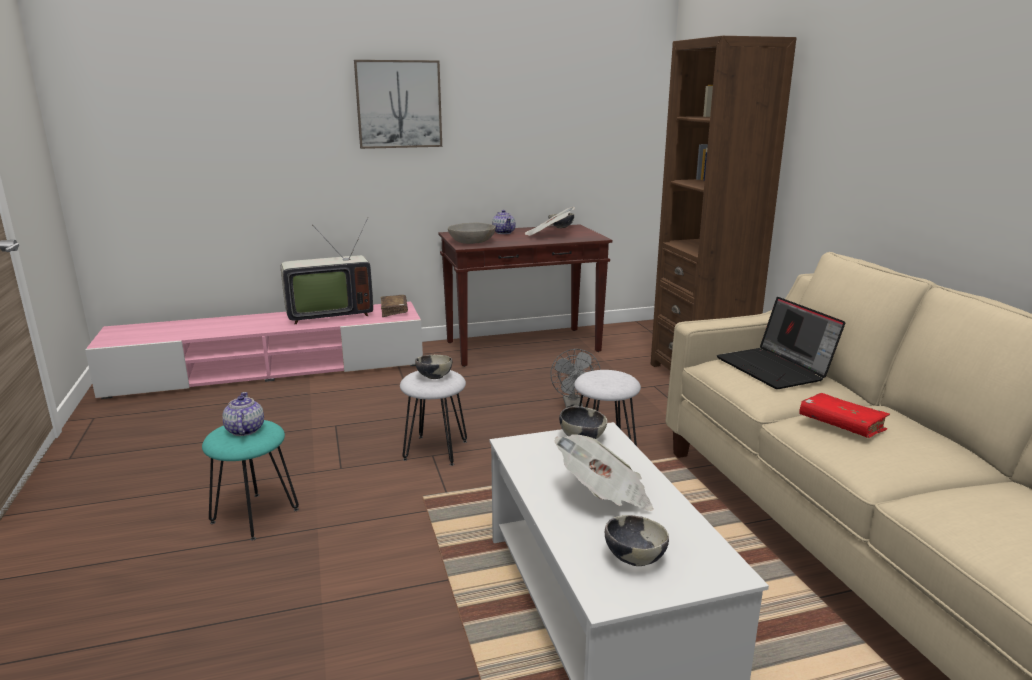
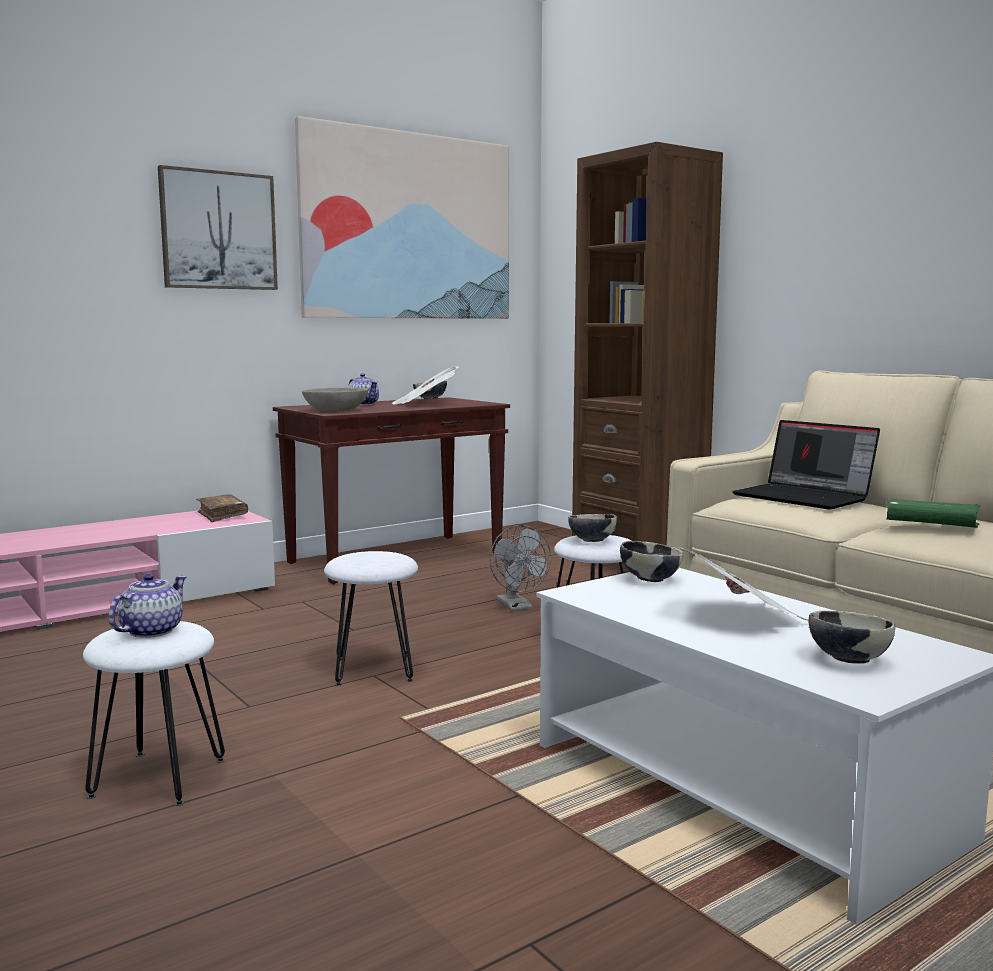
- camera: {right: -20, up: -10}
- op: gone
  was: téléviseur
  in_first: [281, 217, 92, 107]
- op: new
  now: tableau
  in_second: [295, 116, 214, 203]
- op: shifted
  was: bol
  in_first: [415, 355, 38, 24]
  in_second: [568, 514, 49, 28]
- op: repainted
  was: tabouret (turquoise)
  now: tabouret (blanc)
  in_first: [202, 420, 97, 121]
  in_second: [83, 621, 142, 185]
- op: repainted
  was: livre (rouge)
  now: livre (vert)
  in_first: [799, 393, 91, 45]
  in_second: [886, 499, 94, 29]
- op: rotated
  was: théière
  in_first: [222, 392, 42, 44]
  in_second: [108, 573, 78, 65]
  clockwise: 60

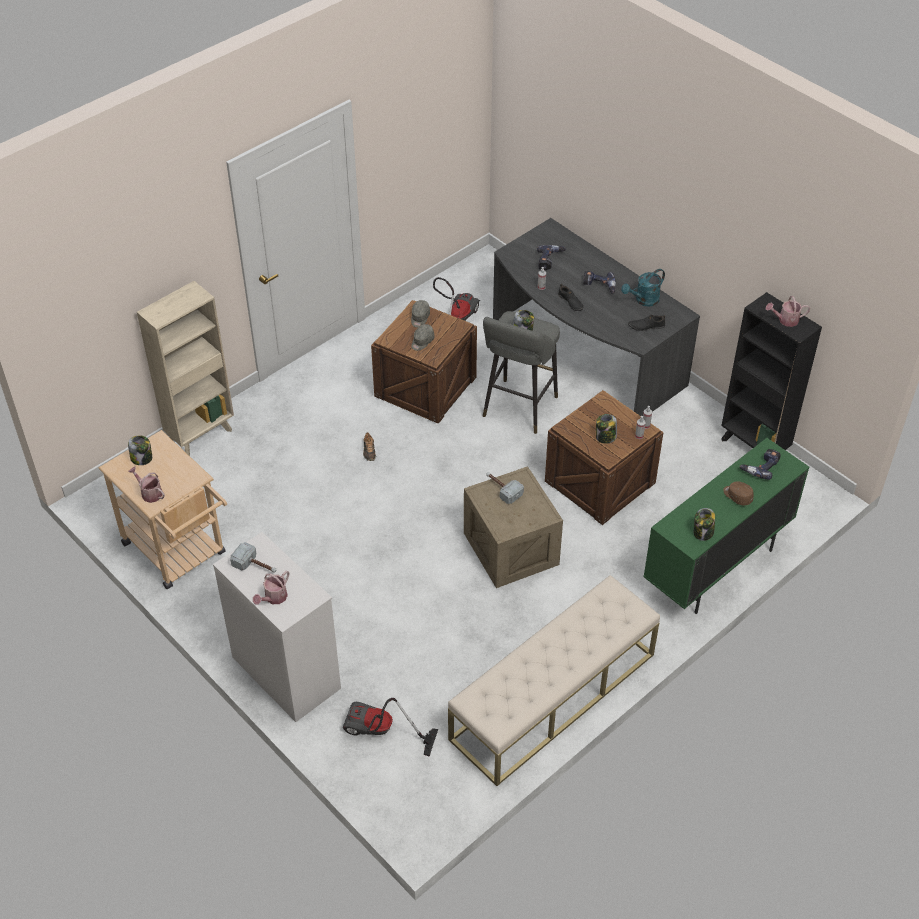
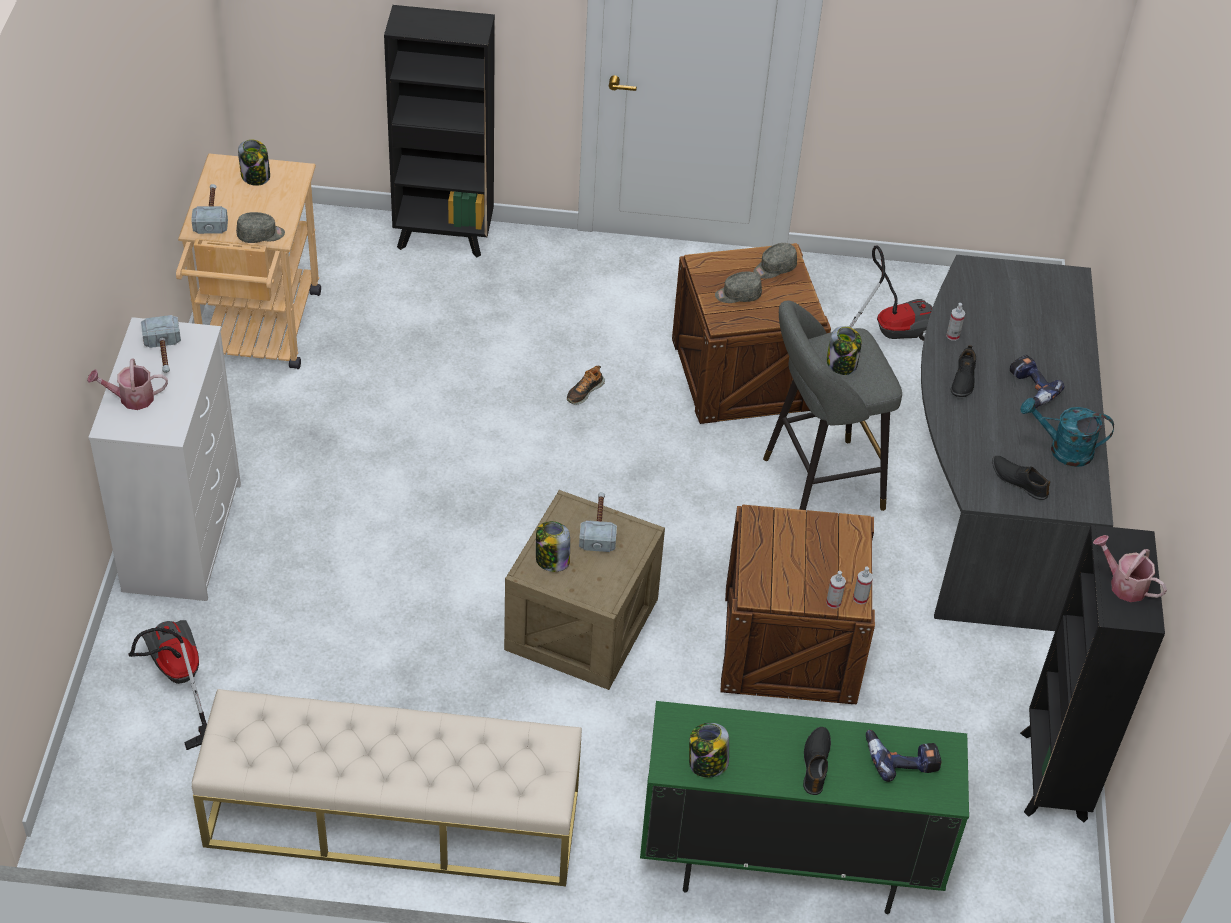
- camera: {right: 45, up: 0}
- op: gone
  was: perceuse
  in_first: [537, 245, 29, 25]
- op: new
  now: casquette (gris)
  in_second: [236, 212, 49, 31]
- op: shifted
  was: bocal
  in_first: [596, 414, 21, 30]
  in_second: [536, 521, 34, 51]
- op: swapped
  was: arrosoir
  now: marteau
  in_first: [128, 467, 37, 36]
  in_second: [191, 184, 37, 50]
- op: swapped
  was: casquette (marron)
  now: chaussure (noir)
  in_first: [723, 482, 31, 24]
  in_second: [803, 727, 28, 68]
- op: repainted
  was: bibliothèque (beige)
  now: bibliothèque (noir)
  in_first: [137, 281, 97, 175]
  in_second: [384, 5, 111, 253]

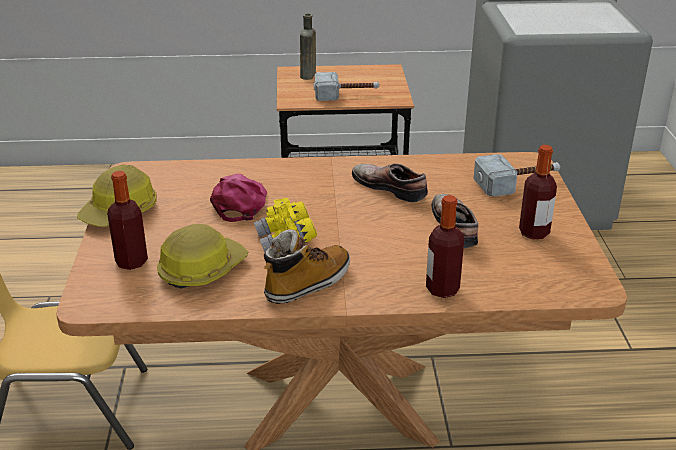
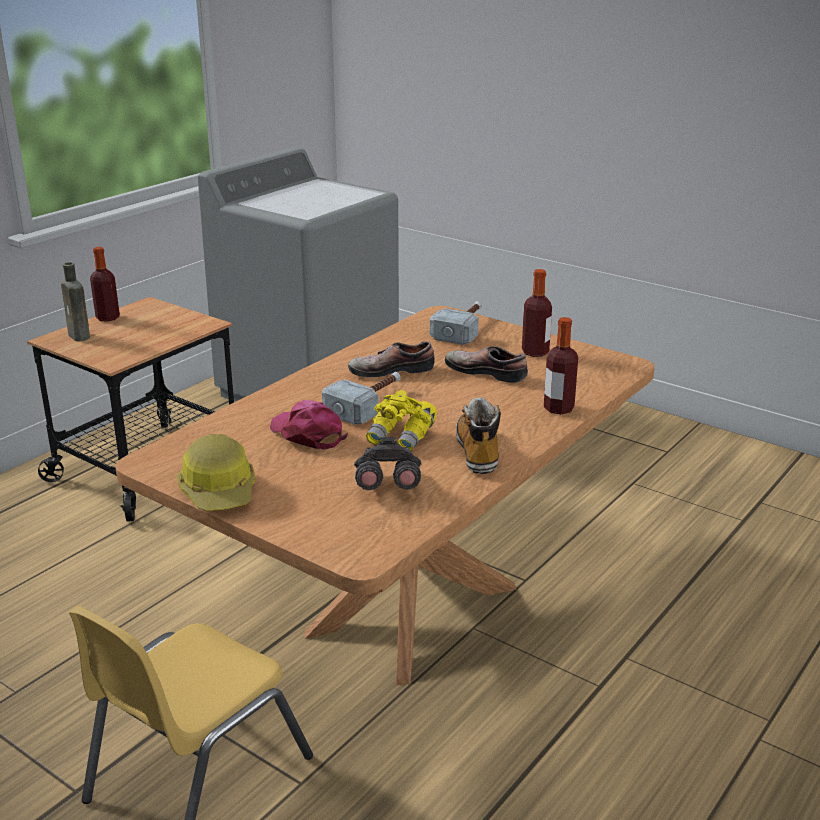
- camera: {right: -50, up: -5}
- op: shifted
  was: bouteille
  in_first: [107, 171, 41, 99]
  in_second: [90, 247, 30, 75]
- op: shifted
  was: marteau
  in_first: [314, 72, 65, 29]
  in_second: [322, 372, 78, 53]
- op: swapped
  was: casque de chantier
  now: jumelles (gris)
  in_first: [157, 224, 91, 65]
  in_second: [354, 437, 67, 53]

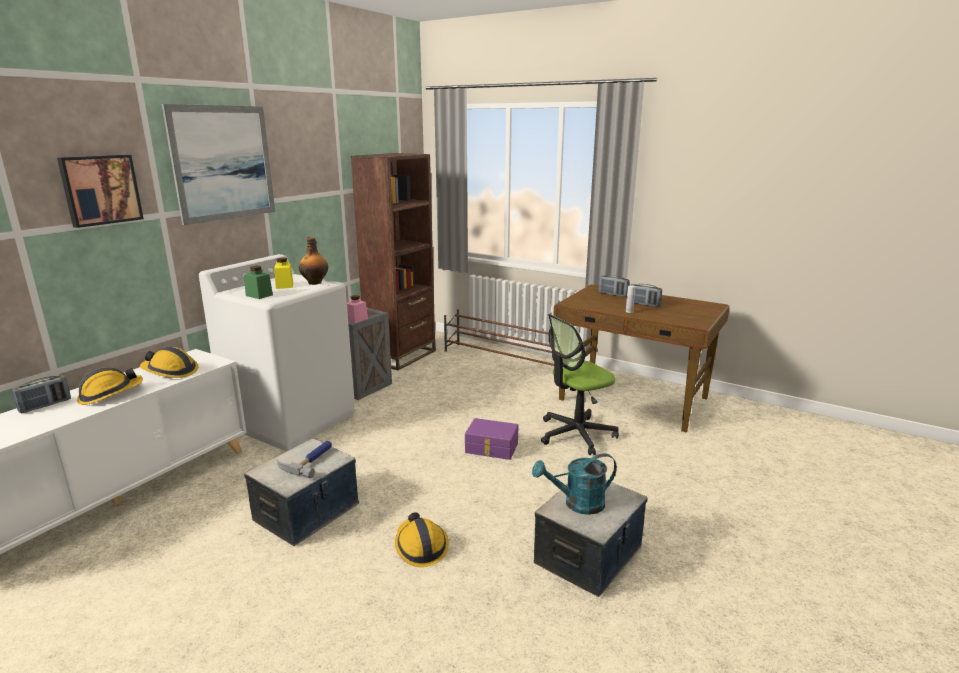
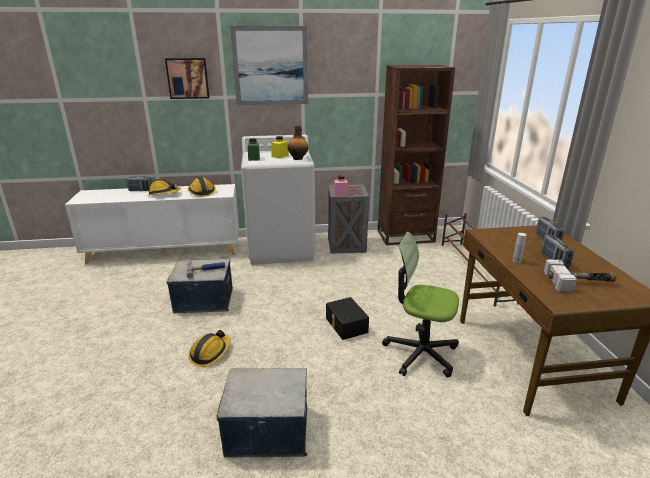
- camera: {right: 50, up: 5}
- op: gone
  was: arrosoir (turquoise)
  in_first: [532, 453, 85, 62]
- op: new
  now: marteau
  in_second: [544, 259, 73, 33]
- op: repainted
  was: boîte de rangement (violet)
  now: boîte de rangement (noir)
  in_first: [465, 418, 53, 42]
  in_second: [326, 297, 43, 43]

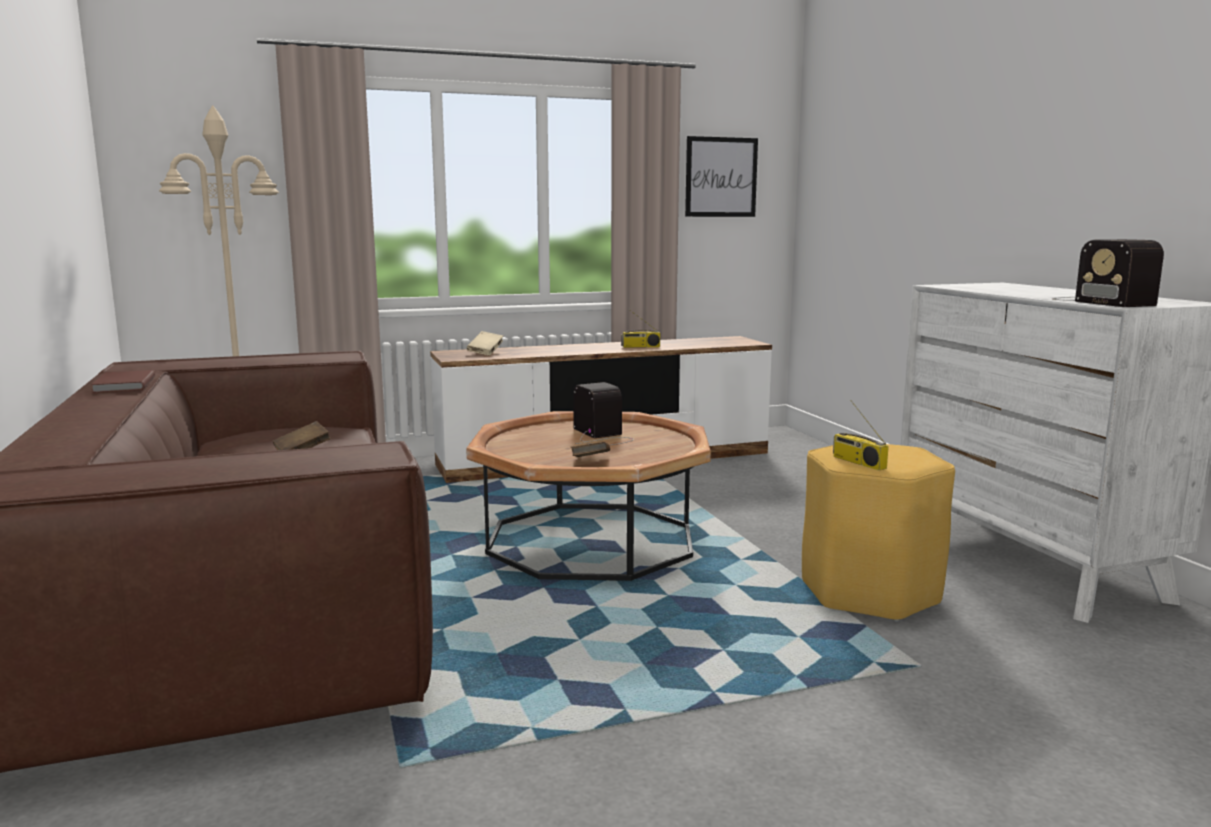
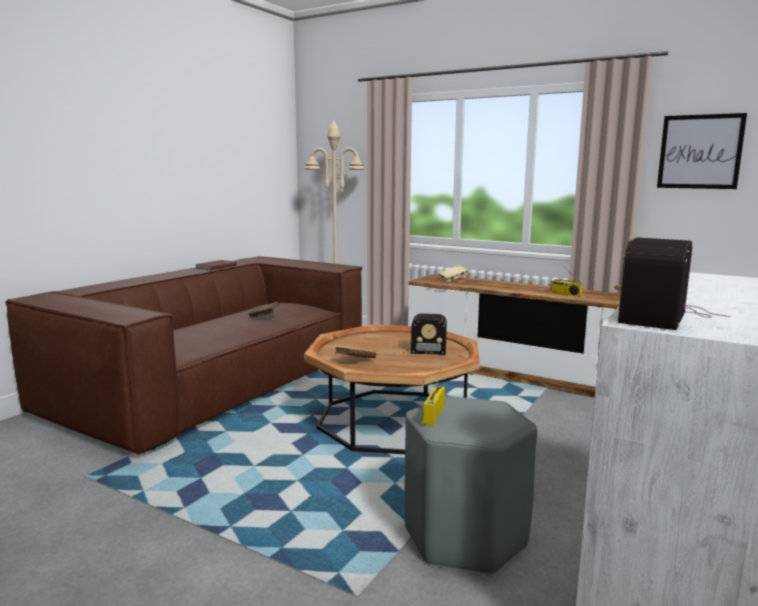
- camera: {right: 50, up: 0}
- op: repainted
  was: tabouret (jaune)
  now: tabouret (gris)
  in_first: [802, 444, 153, 178]
  in_second: [404, 396, 133, 178]
- op: rotated
  was: radio
  in_first: [573, 382, 61, 63]
  in_second: [390, 313, 57, 42]
  clockwise: 75

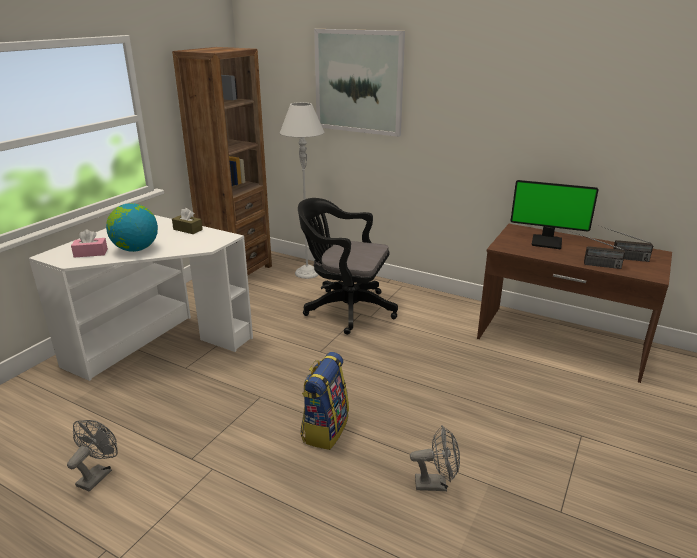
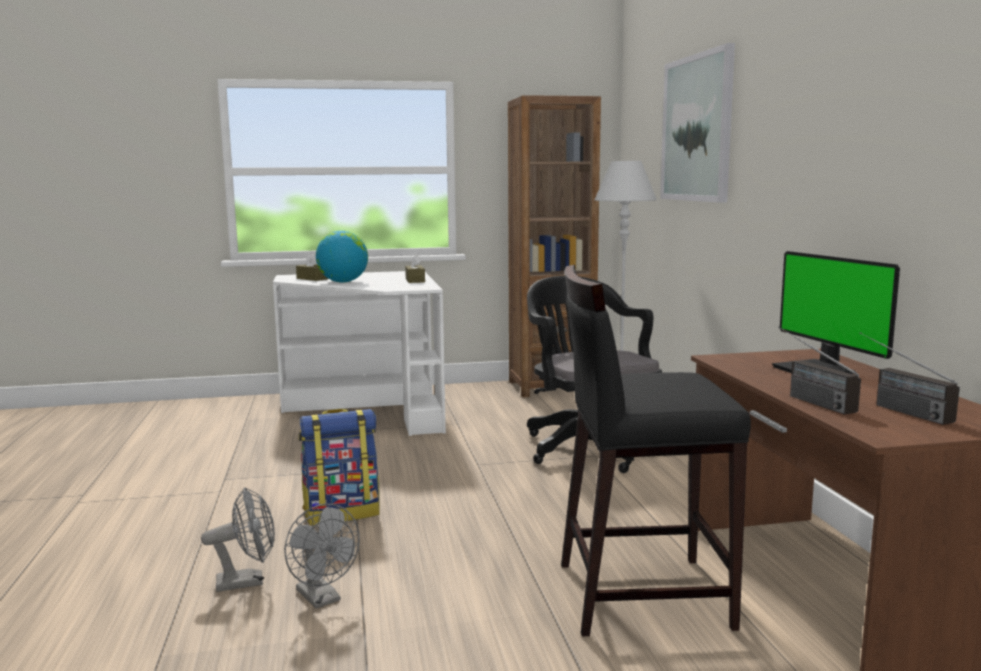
- camera: {right: 50, up: -15}
- op: new
  now: tabouret (noir)
  in_second: [561, 265, 190, 371]
- op: shifted
  was: ventilateur (gris)
  in_first: [67, 420, 51, 71]
  in_second: [201, 487, 74, 105]
- op: repainted
  was: boîte à mouchoirs (rose)
  now: boîte à mouchoirs (marron)
  in_first: [71, 229, 37, 28]
  in_second: [296, 253, 32, 28]

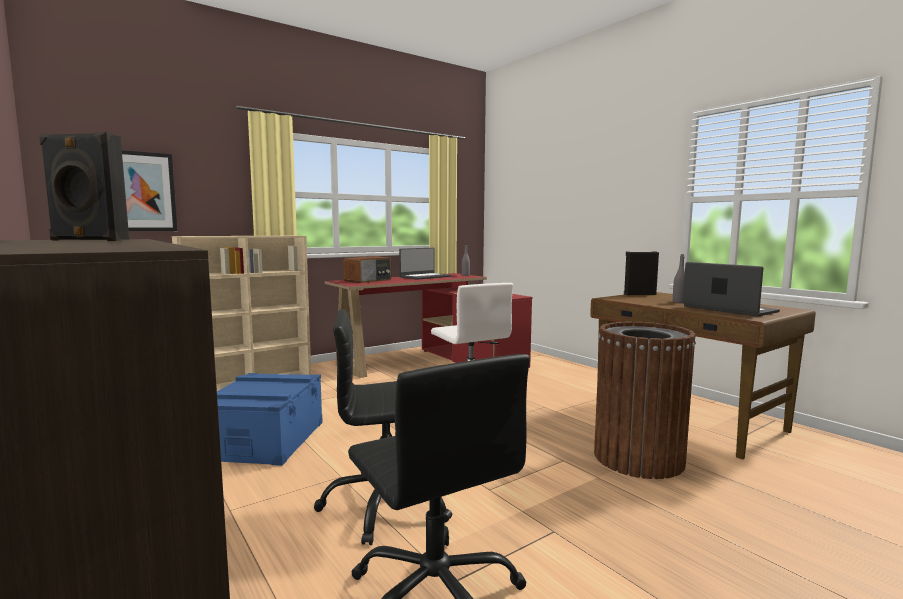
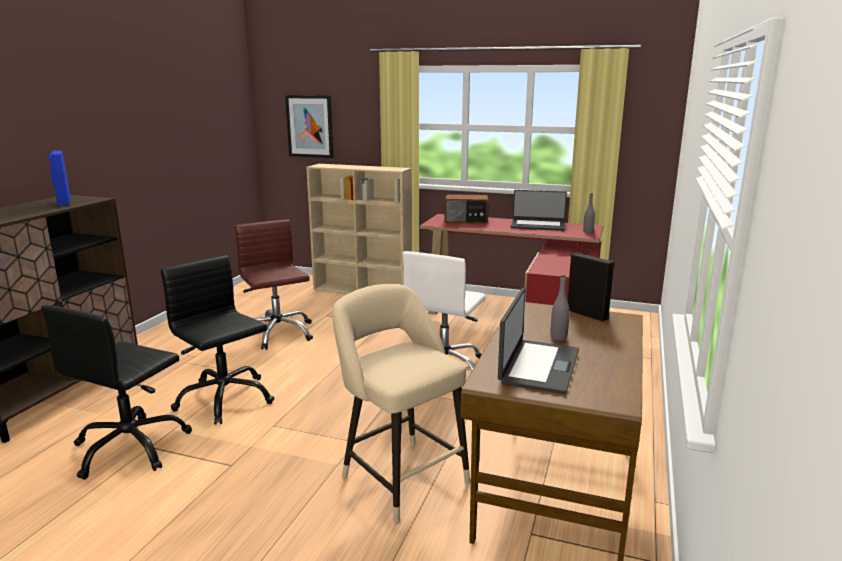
- camera: {right: 55, up: 10}
- op: swapped
  was: boîte de rangement (bleu)
  now: chaise de bureau (marron)
  in_first: [217, 373, 106, 93]
  in_second: [235, 220, 78, 130]
- op: swapped
  was: poubelle (marron)
  now: tabouret (beige)
  in_first: [594, 322, 102, 157]
  in_second: [332, 284, 138, 240]
- op: repainted
  was: enceinte (noir)
  now: enceinte (bleu)
  in_first: [39, 132, 90, 109]
  in_second: [48, 150, 23, 56]

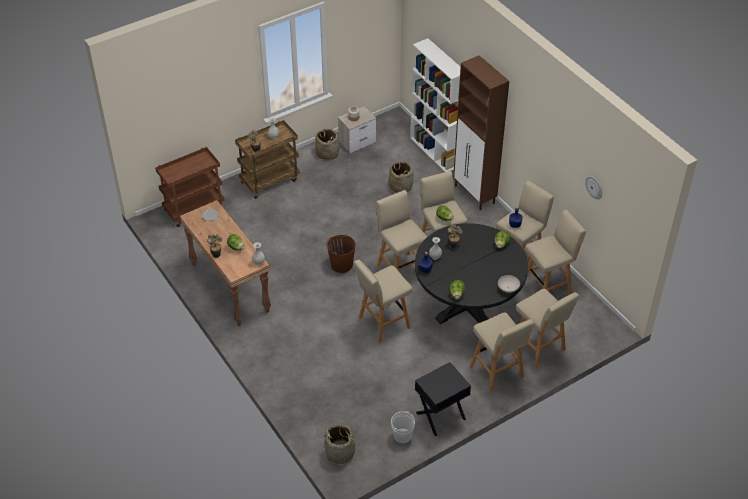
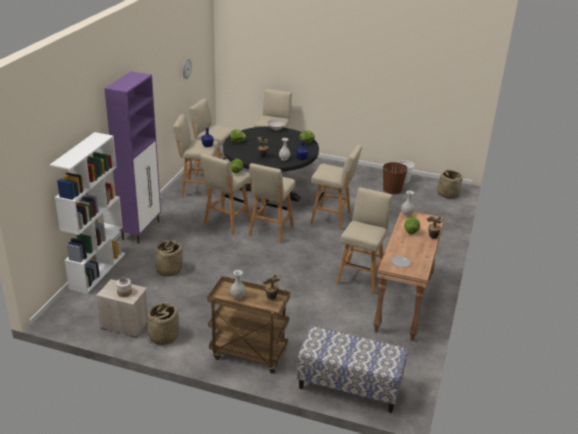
- camera: {right: -130, up: -15}
- op: gone
  was: table de chevet (noir)
  in_first: [415, 362, 56, 74]
- op: shifted
  was: seau (marron)
  in_first: [327, 234, 29, 39]
  in_second: [383, 162, 25, 32]
- op: shifted
  was: tabouret (beige)
  in_first: [470, 312, 64, 81]
  in_second: [336, 187, 57, 107]
- op: swapped
  was: chariot (marron)
  now: banc
  in_first: [155, 147, 70, 80]
  in_second: [297, 326, 111, 87]
- op: repainted
  was: meuble de rangement (marron)
  now: meuble de rangement (violet)
  in_first: [453, 55, 56, 155]
  in_second: [104, 71, 57, 173]

